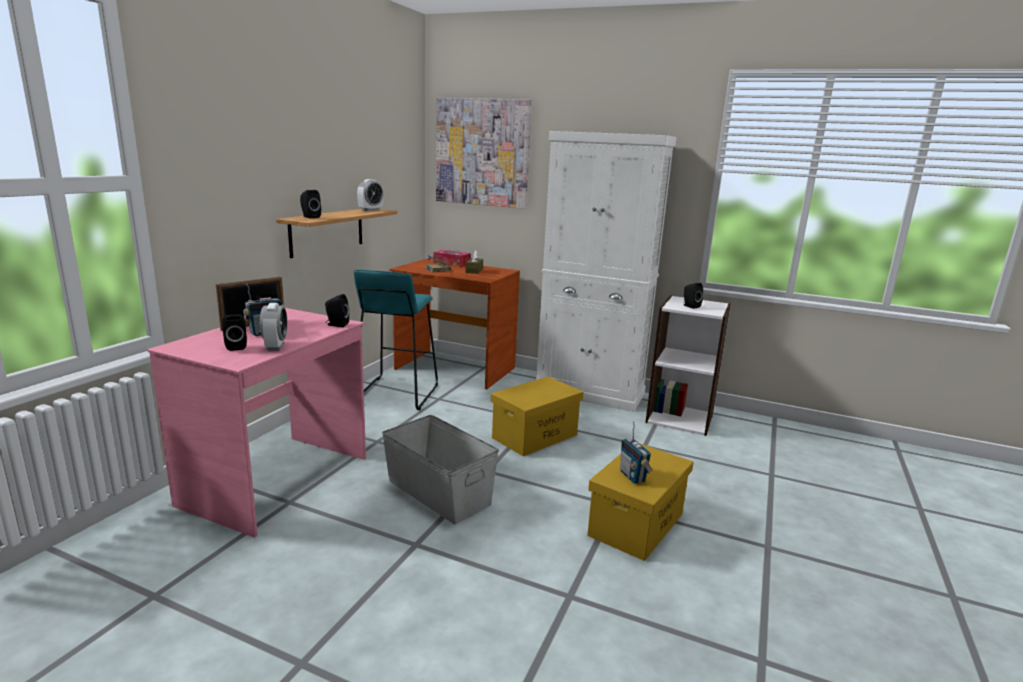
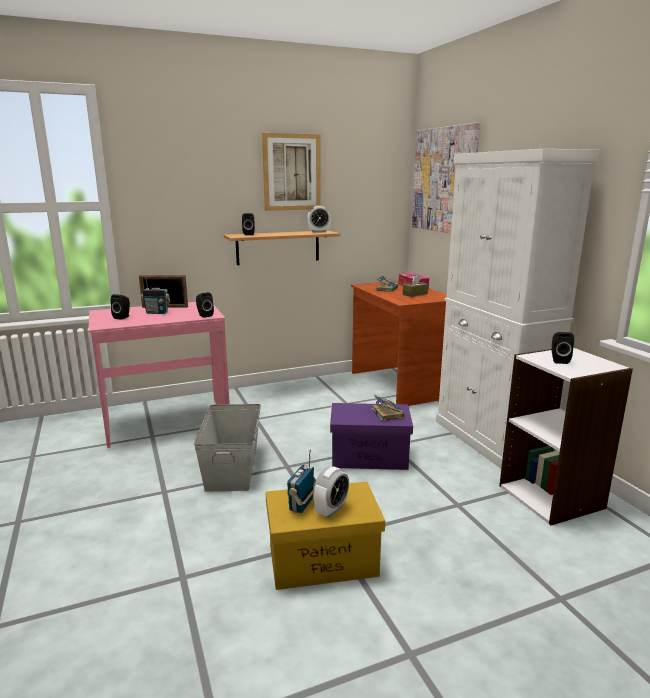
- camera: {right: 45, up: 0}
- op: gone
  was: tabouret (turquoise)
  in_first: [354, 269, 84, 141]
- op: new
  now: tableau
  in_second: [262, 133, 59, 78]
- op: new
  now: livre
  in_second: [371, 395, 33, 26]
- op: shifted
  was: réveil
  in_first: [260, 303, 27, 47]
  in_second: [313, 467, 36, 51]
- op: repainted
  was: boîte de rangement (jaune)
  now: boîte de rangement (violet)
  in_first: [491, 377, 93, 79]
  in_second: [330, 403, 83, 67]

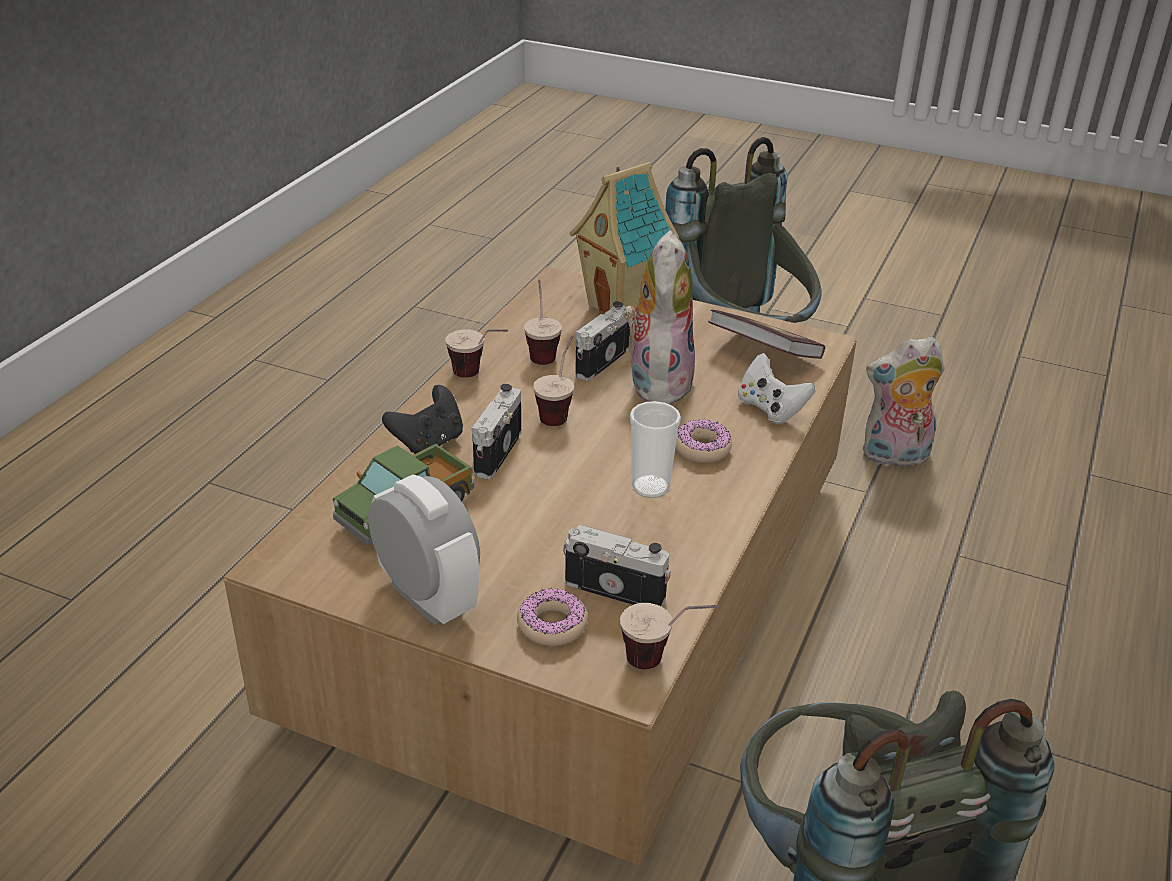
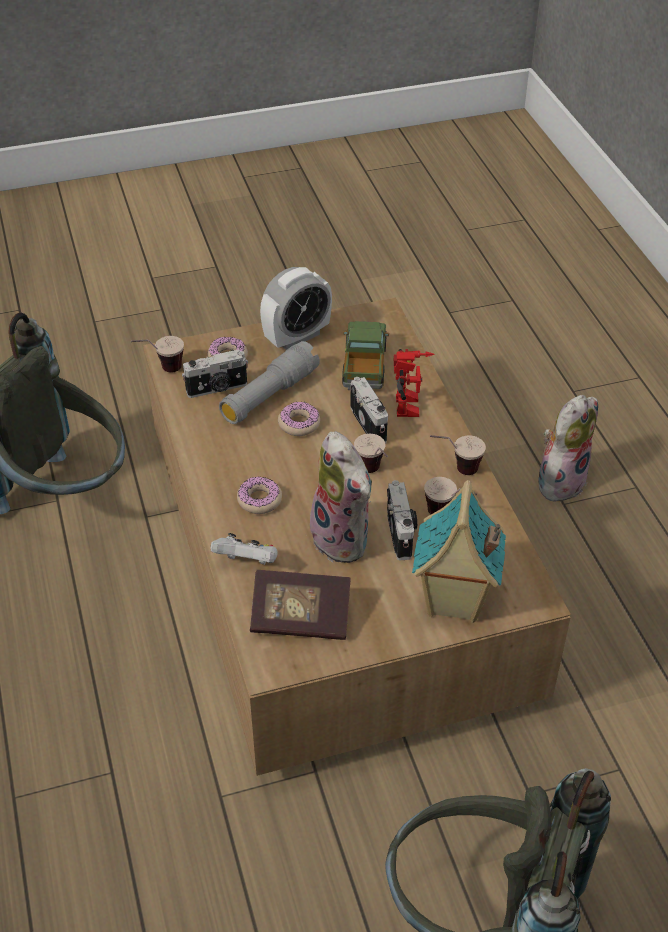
- camera: {right: 140, up: 10}
- op: gone
  was: tasse
  in_first: [630, 401, 51, 97]
- op: new
  now: lampe de poche (gris)
  in_second: [219, 341, 101, 83]
- op: new
  now: beignet
  in_second: [278, 402, 42, 34]
- op: shifted
  was: peluche
  in_first: [863, 337, 82, 129]
  in_second: [538, 395, 60, 108]
- op: swapped
  was: manette (noir)
  now: robot jouet
  in_first: [382, 385, 81, 69]
  in_second: [394, 349, 40, 68]
- op: rotated
  was: réveil
  in_first: [368, 475, 112, 150]
  in_second: [260, 267, 72, 83]
  clockwise: -45

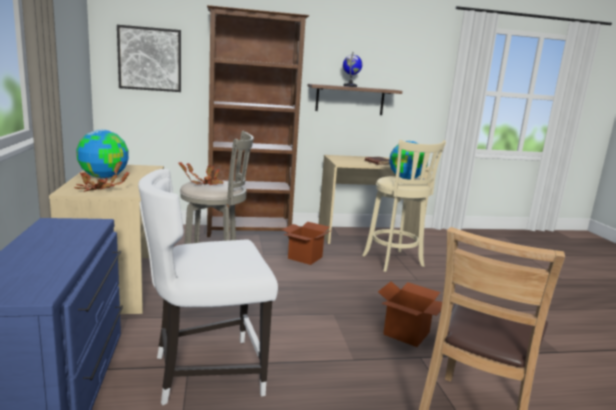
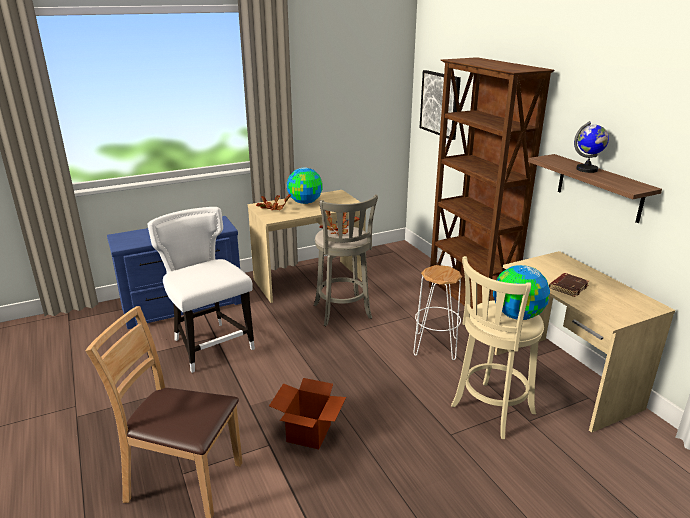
- camera: {right: 75, up: 10}
- op: swapped
  was: carton
  now: tabouret (blanc)
  in_first: [282, 222, 50, 43]
  in_second: [413, 265, 49, 95]

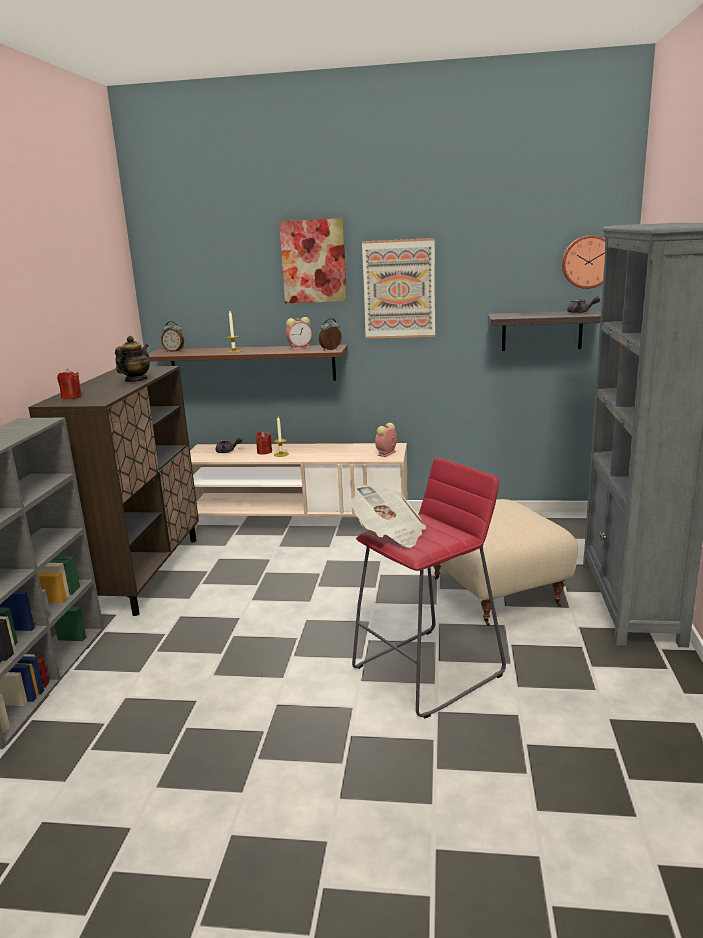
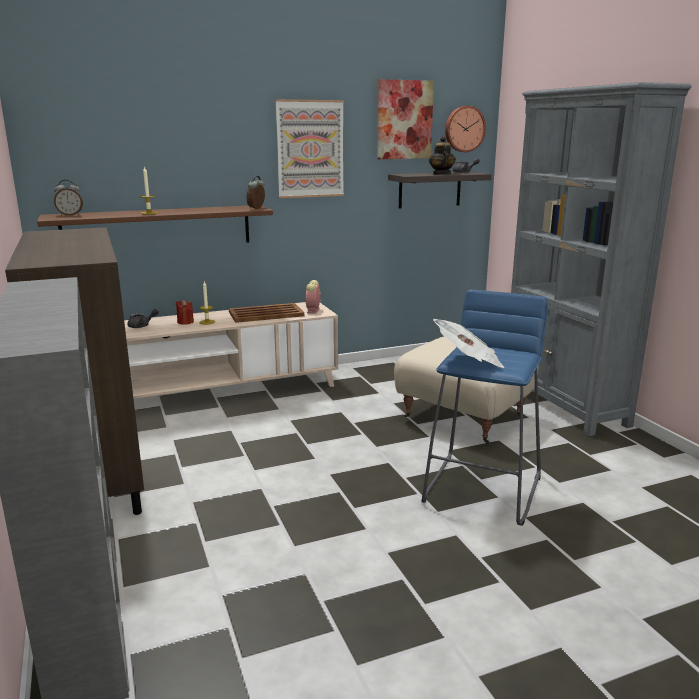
- camera: {right: -30, up: 0}
- op: gone
  was: bougie (rouge)
  in_first: [57, 369, 25, 30]
- op: gone
  was: réveil
  in_first: [286, 317, 26, 33]
- op: new
  now: plateau (marron)
  in_second: [229, 303, 75, 20]
- op: shifted
  was: théière
  in_first: [115, 336, 35, 46]
  in_second: [429, 136, 27, 38]
- op: shifted
  was: tableau
  in_first: [279, 218, 68, 85]
  in_second: [377, 79, 57, 80]
- op: repainted
  was: tabouret (rouge)
  now: tabouret (bleu)
  in_first: [352, 458, 154, 261]
  in_second: [421, 290, 127, 236]

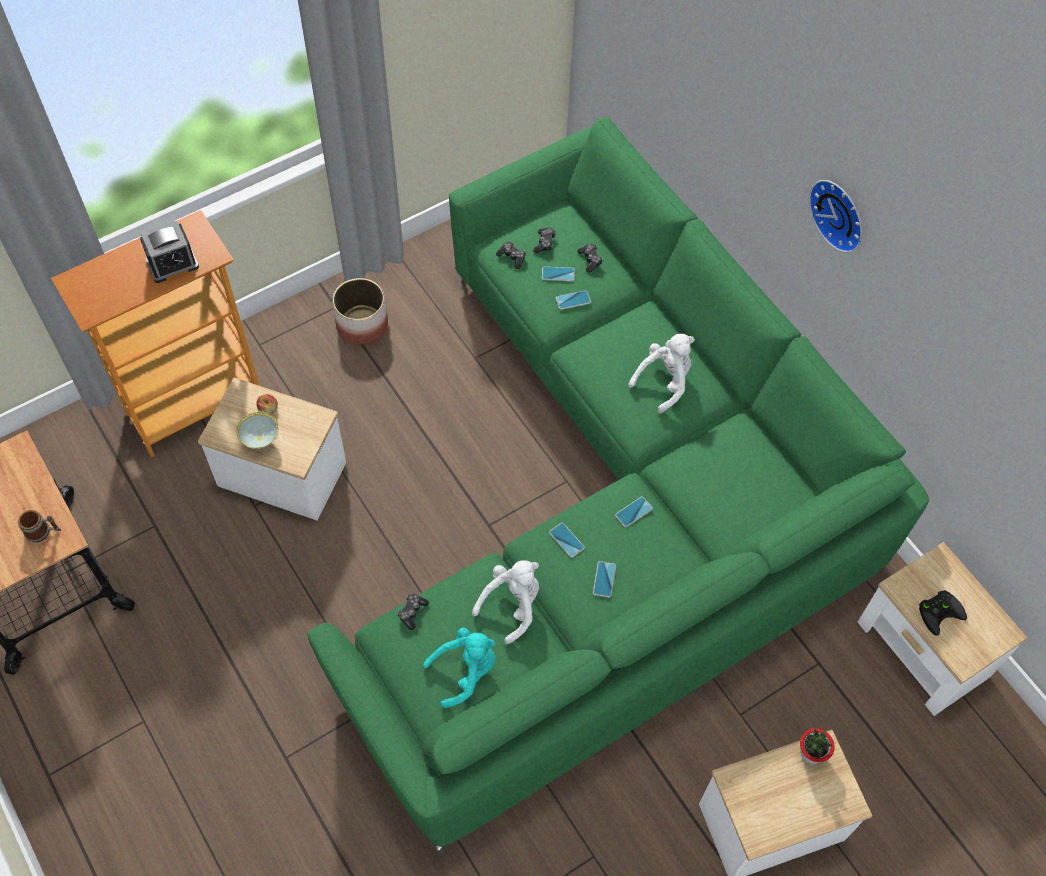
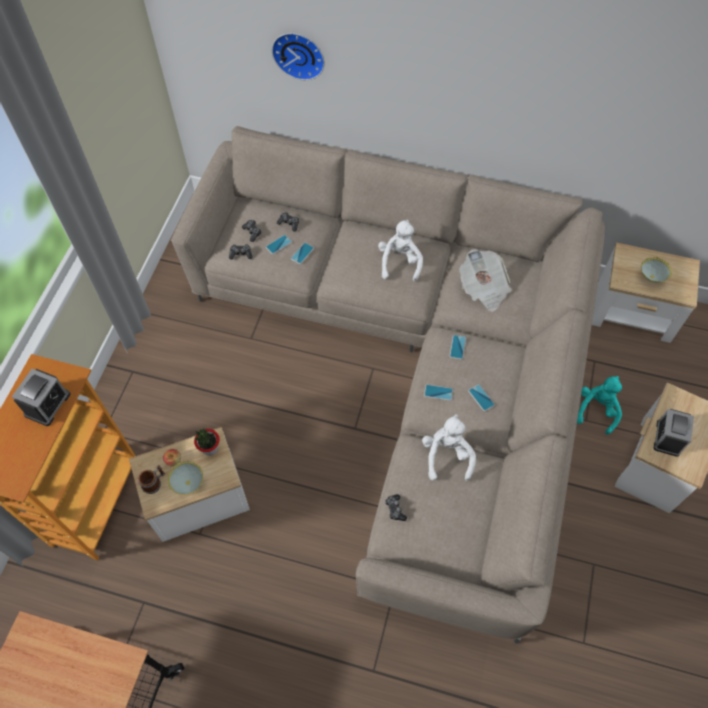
- camera: {right: -40, up: 0}
- op: gone
  was: cache-pot
  in_first: [332, 278, 56, 67]
- op: new
  now: journal
  in_second: [459, 249, 53, 63]
- op: new
  now: réveil
  in_second: [654, 409, 40, 48]
- op: shifted
  was: mug
  in_first: [18, 510, 43, 32]
  in_second: [138, 465, 27, 29]
- op: shifted
  was: peluche (turquoise)
  in_first: [423, 628, 73, 80]
  in_second: [577, 376, 45, 59]
- op: shifted
  was: plante en pot
  in_first: [800, 728, 35, 36]
  in_second: [194, 428, 25, 28]
- op: shifted
  was: horloge murale
  in_first: [809, 180, 53, 73]
  in_second: [272, 33, 53, 47]
- op: swapped
  was: manette (noir)
  now: bol
  in_first: [919, 590, 48, 46]
  in_second: [641, 257, 31, 26]
- op: repainted
  was: canapé (vert)
  now: canapé (beige)
  in_first: [307, 117, 622, 739]
  in_second: [171, 126, 434, 518]

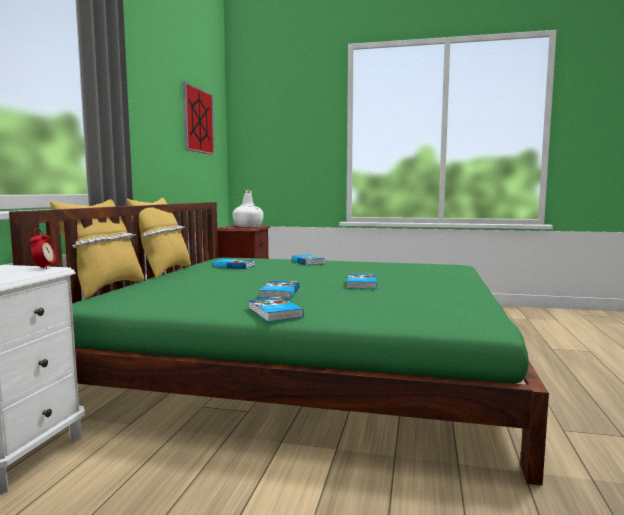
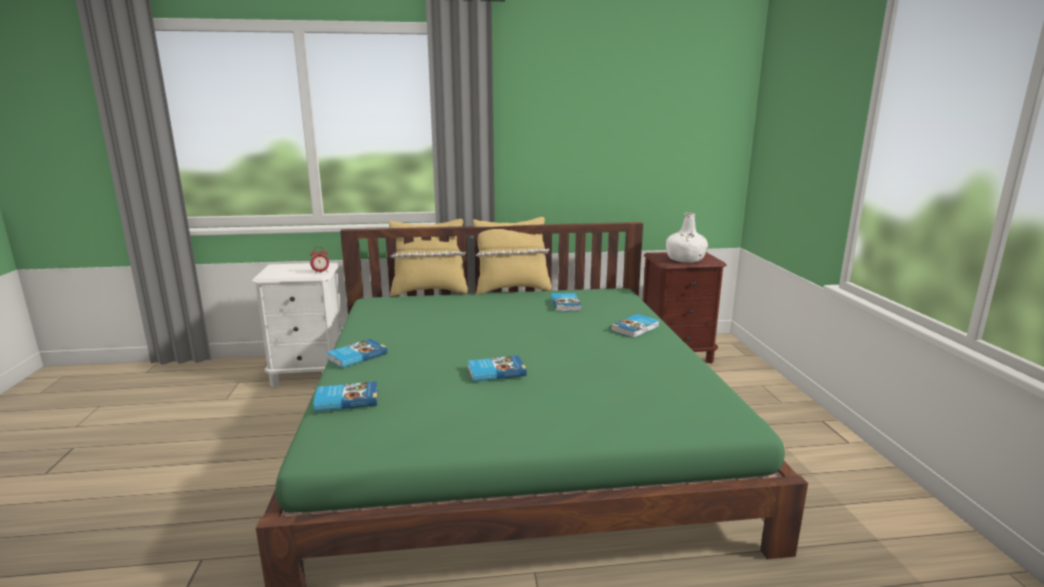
- camera: {right: 70, up: 10}
- op: gone
  was: tableau
  in_first: [182, 82, 33, 73]
- op: shifted
  was: livre
  in_first: [259, 281, 40, 18]
  in_second: [313, 381, 65, 31]

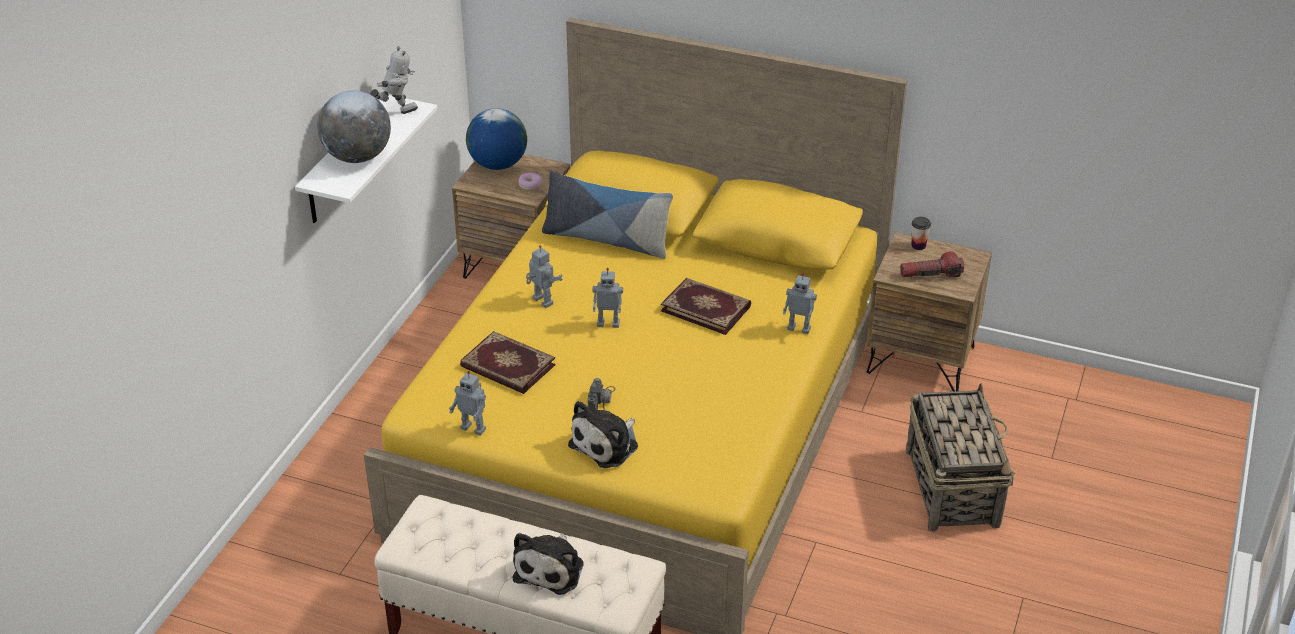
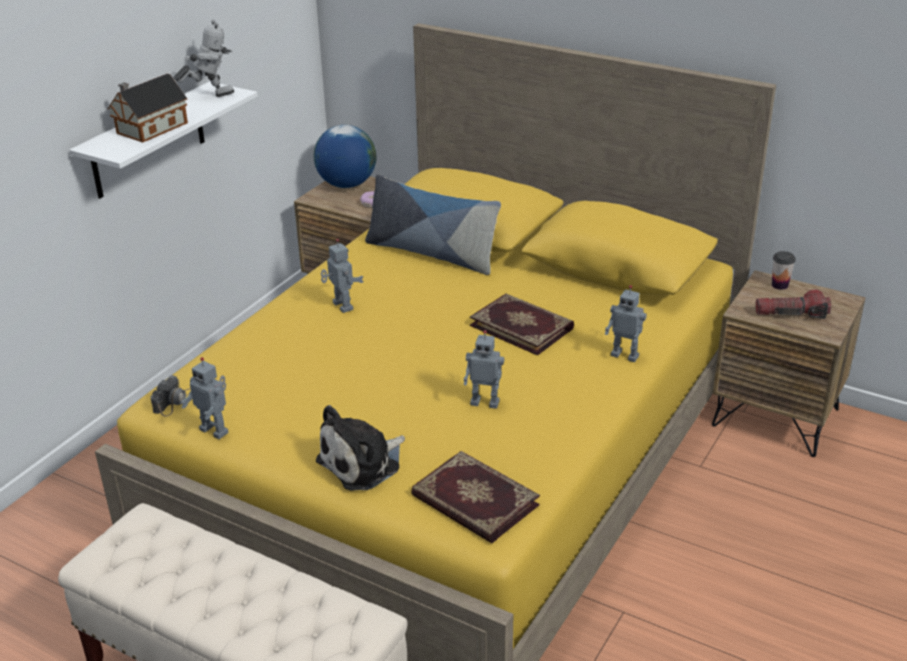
- camera: {right: 10, up: -5}
- op: gone
  was: peluche
  in_first: [513, 533, 71, 62]
- op: gone
  was: panier
  in_first: [906, 383, 109, 149]
- op: shifted
  was: livre
  in_first: [460, 331, 96, 63]
  in_second: [411, 451, 129, 92]
- op: shifted
  was: appareil photo
  in_first: [588, 378, 27, 33]
  in_second: [151, 375, 40, 41]
- op: shifted
  was: robot jouet
  in_first: [592, 268, 31, 60]
  in_second: [464, 330, 40, 79]
- op: swapped
  was: globe
  now: maison miniature
  in_first: [317, 90, 74, 73]
  in_second: [108, 74, 80, 69]

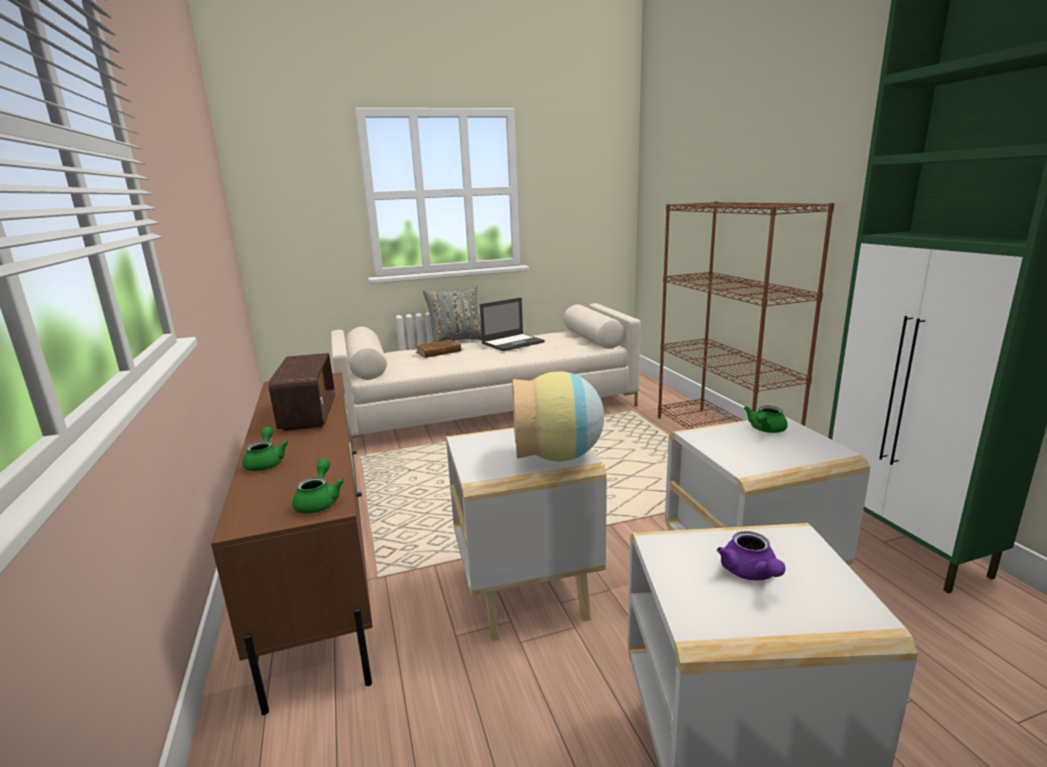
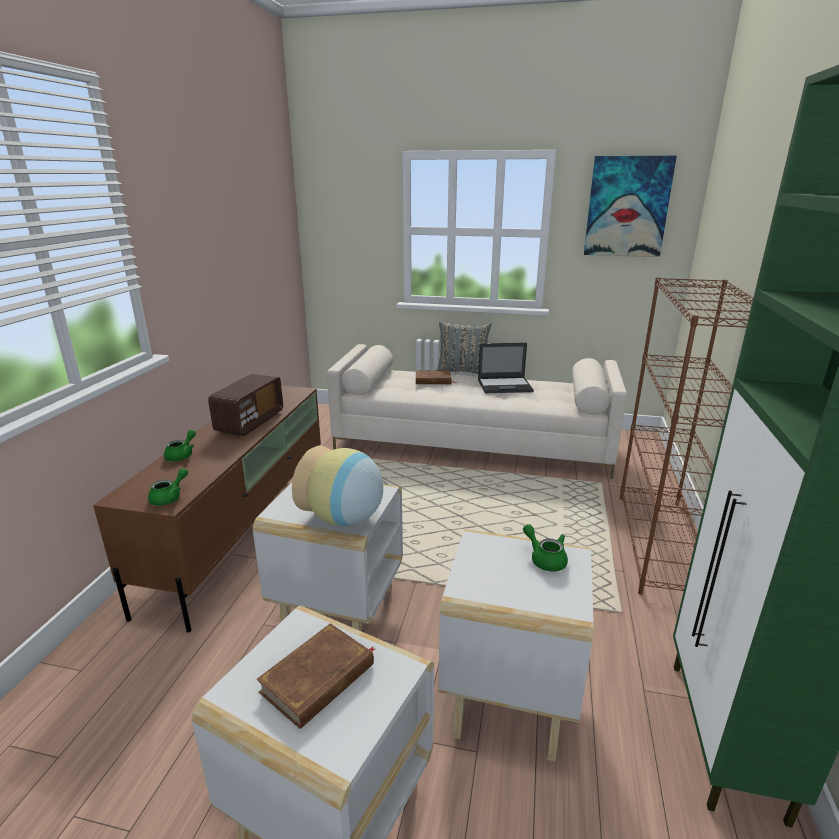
- camera: {right: 30, up: 5}
- op: new
  now: tableau
  in_second: [584, 156, 93, 101]
- op: swapped
  was: théière (violet)
  now: livre (marron)
  in_first: [717, 531, 69, 50]
  in_second: [256, 623, 119, 106]
- op: rotated
  was: théière (vert)
  in_first: [744, 405, 44, 28]
  in_second: [523, 524, 45, 48]
  clockwise: 75

